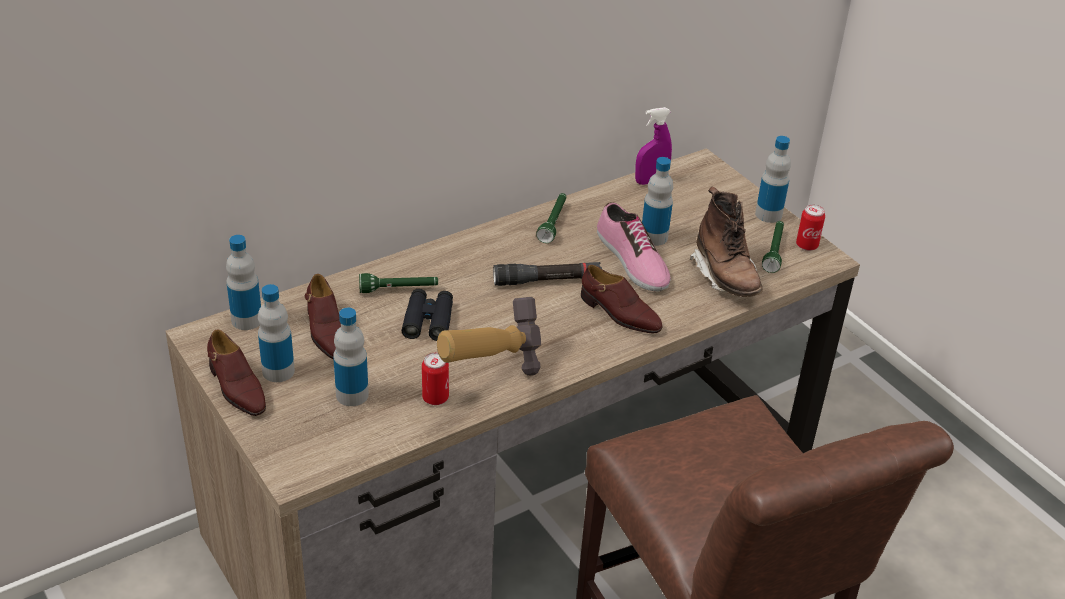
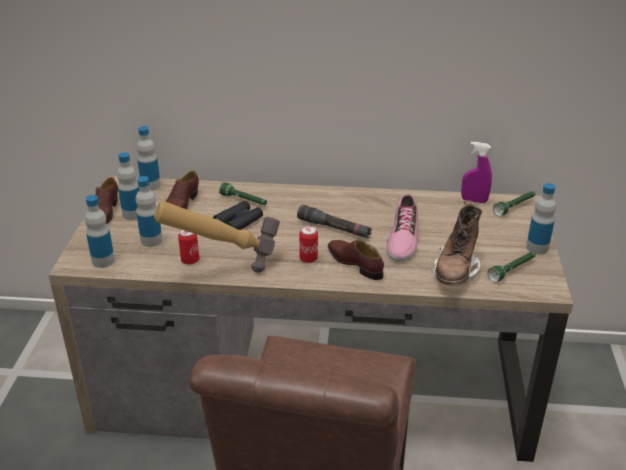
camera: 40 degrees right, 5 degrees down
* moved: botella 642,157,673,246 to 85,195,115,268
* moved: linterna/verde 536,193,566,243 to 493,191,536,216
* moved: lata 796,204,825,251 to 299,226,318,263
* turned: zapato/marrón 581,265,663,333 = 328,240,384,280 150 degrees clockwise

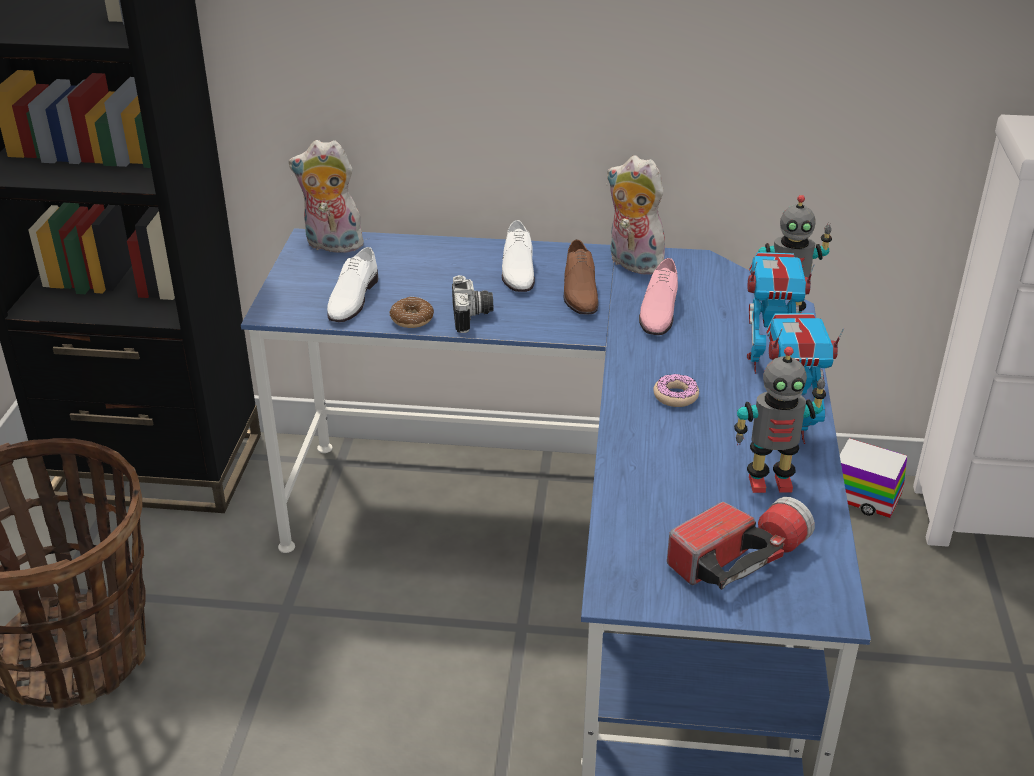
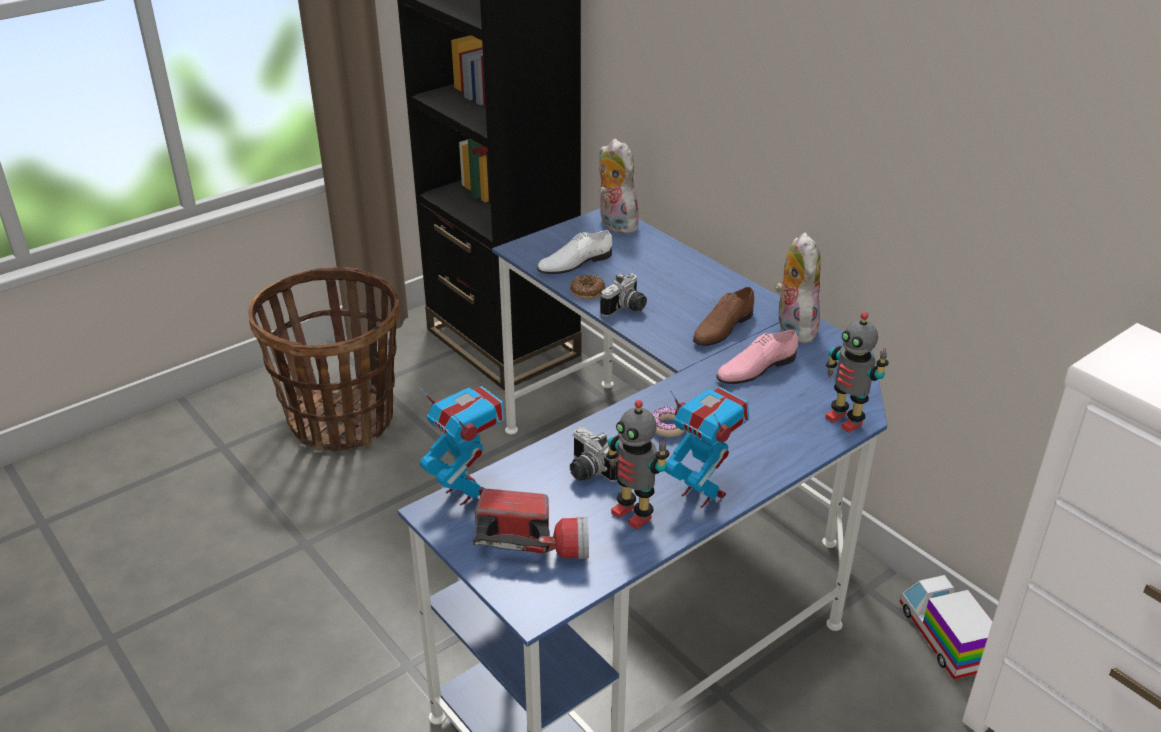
camera: 45 degrees right, 0 degrees up
* removed: zapato/blanco 502,220,535,292
* moved: robot de juguete 747,252,815,374 to 419,386,504,506
* added: cámara 570,427,618,482

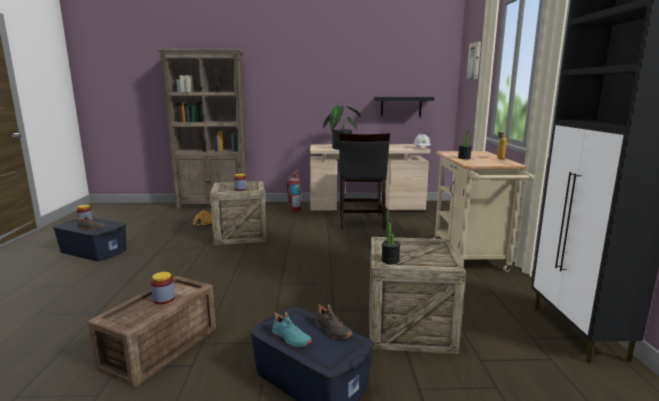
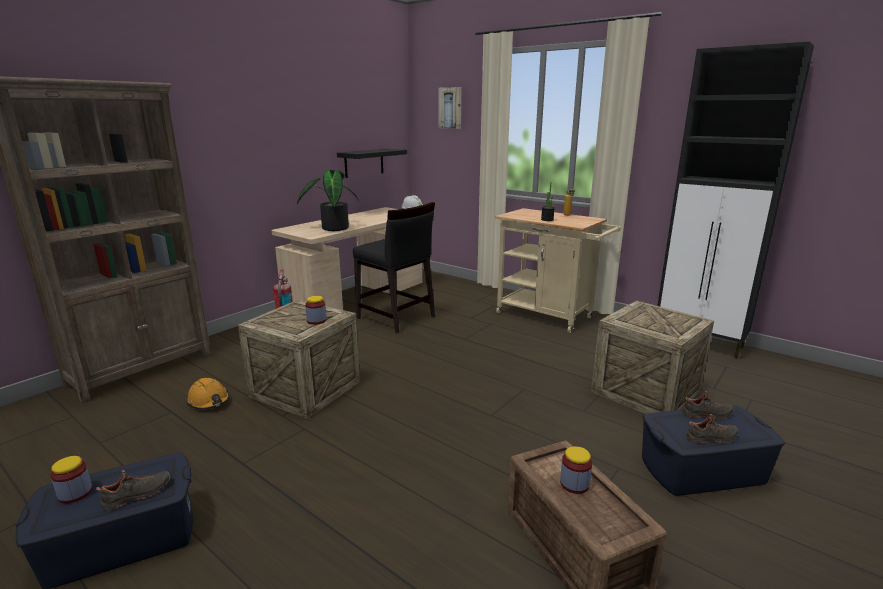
camera: 50 degrees left, 5 degrees up
* removed: planta en maceta 381,208,400,264
* recoloured: zapato/turquesa 272,312,312,348 to zapato/negro 686,414,738,444

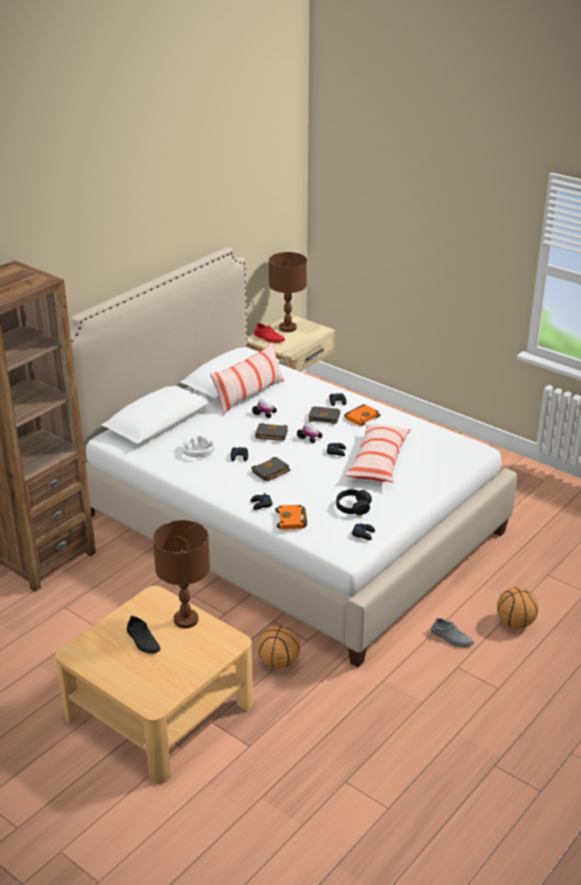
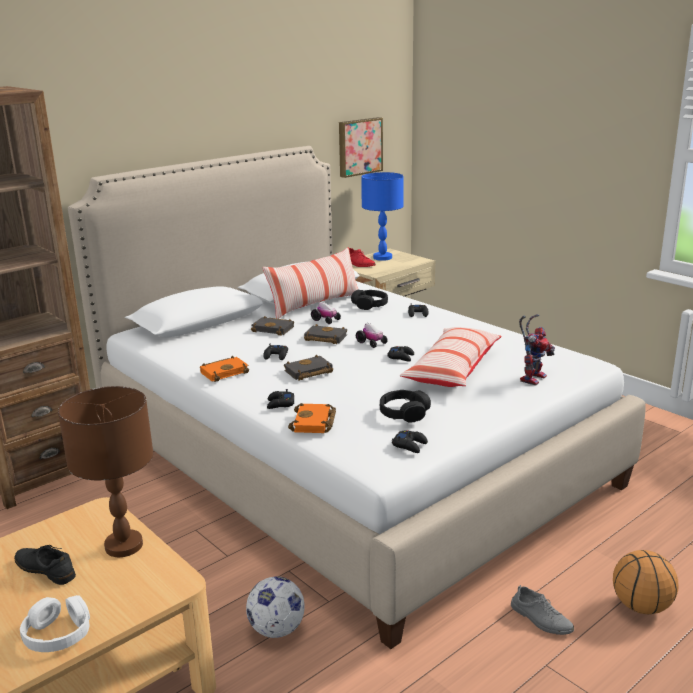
camera: 10 degrees right, 10 degrees down
* recoloured: lámpara de mesa/marrón 269,252,307,332 to lámpara de mesa/azul 361,172,404,261
* moved: libro/naranja 344,404,381,426 to 200,356,249,382
* moved: libro/negro 308,406,340,424 to 251,316,294,336
* moved: auriculares/blanco 183,434,215,458 to 20,595,90,652
* turned: zapato/negro 127,615,160,654 = 14,545,76,585 150 degrees clockwise
* replaced: balón de baloncesto 258,625,300,669 to balón de fútbol 246,577,305,638
* added: cuadro 339,117,383,178
* added: auriculares/negro 351,290,388,310
* added: robot de juguete 519,314,555,386

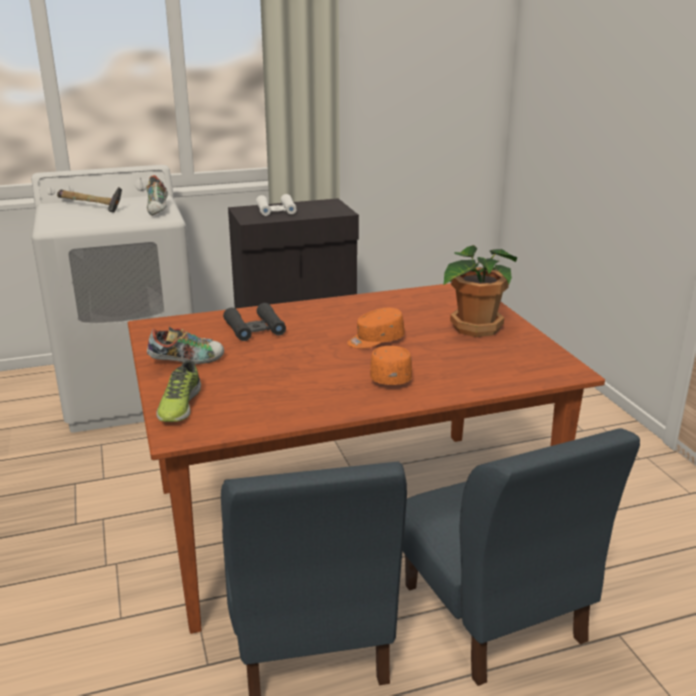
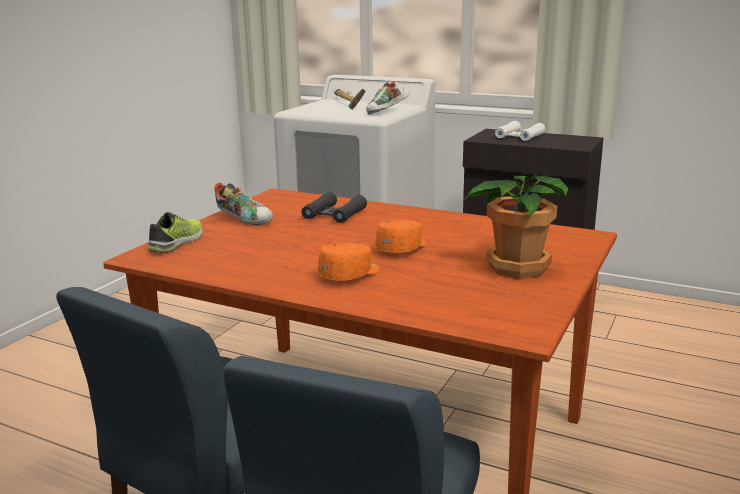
camera: 45 degrees right, 5 degrees down
* turned: gorra/naranja 347,308,405,349 = 375,220,426,253 105 degrees clockwise
* turned: zapato 157,360,201,422 = 148,212,203,253 150 degrees clockwise

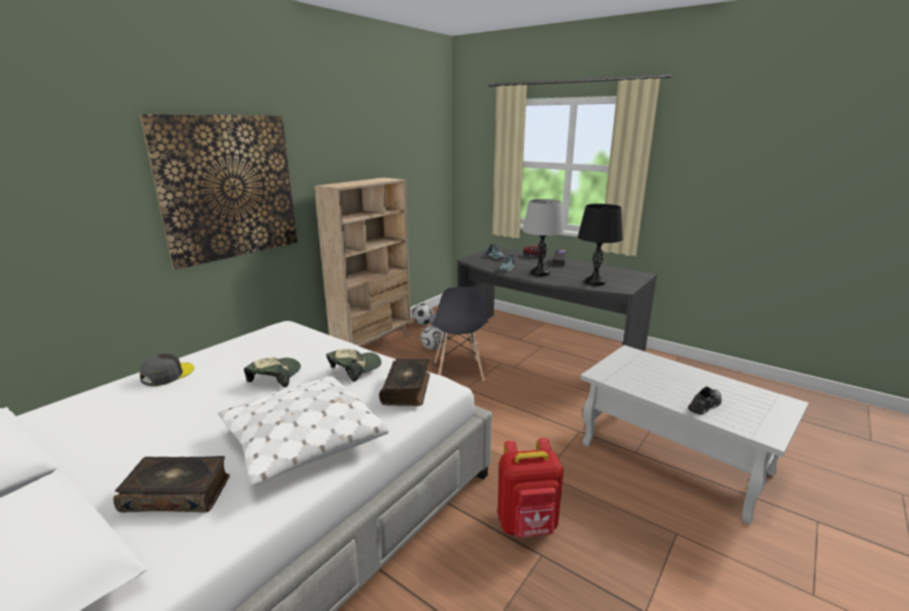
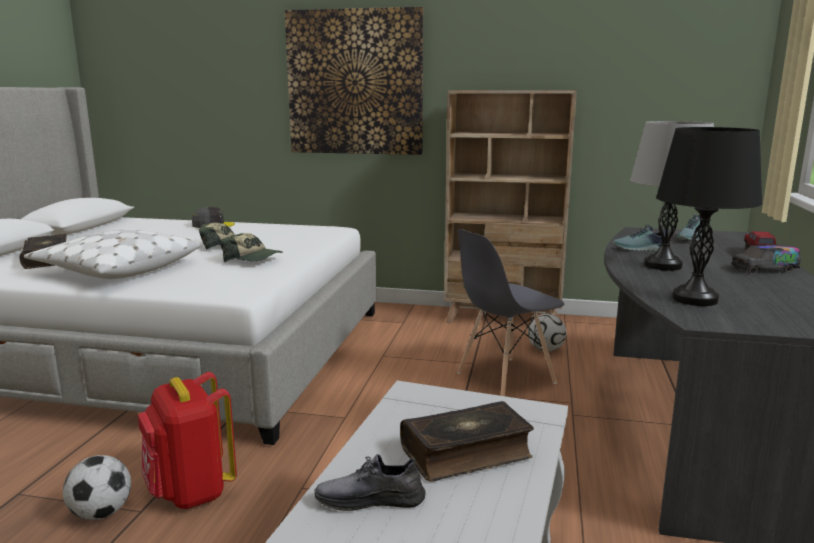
camera: 65 degrees right, 5 degrees down
* moved: balón de fútbol 412,303,434,325 to 63,455,131,520
* moved: libro 379,359,430,406 to 400,401,534,482
* turned: zapato/gris 688,386,722,415 = 314,454,425,511 150 degrees clockwise

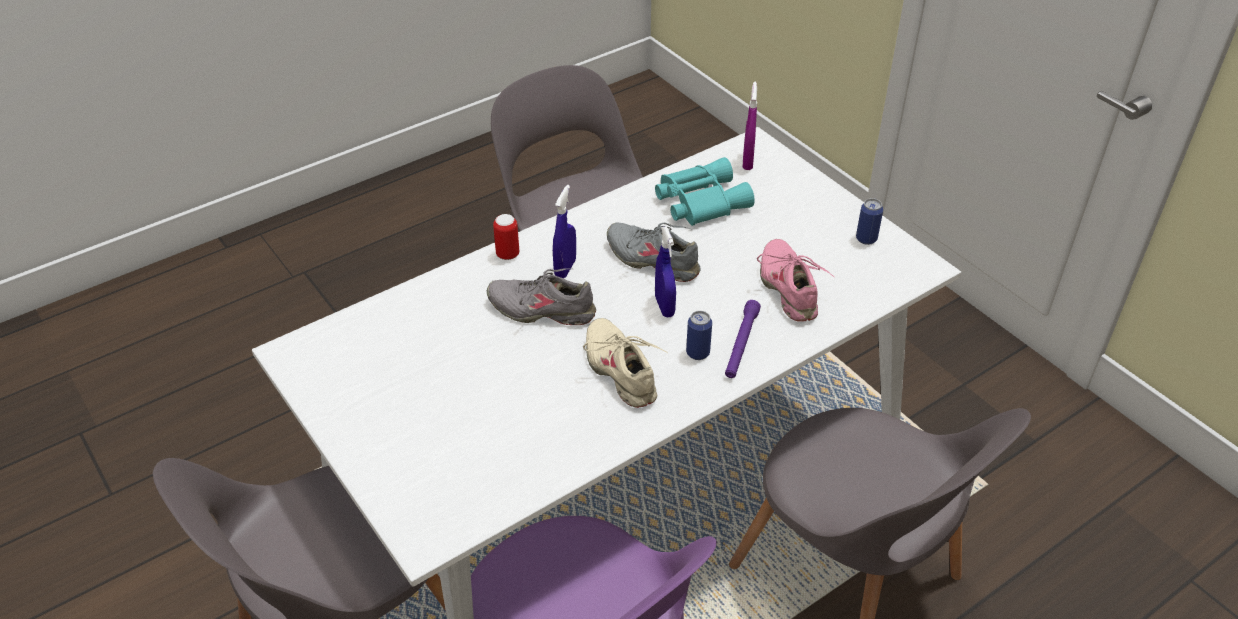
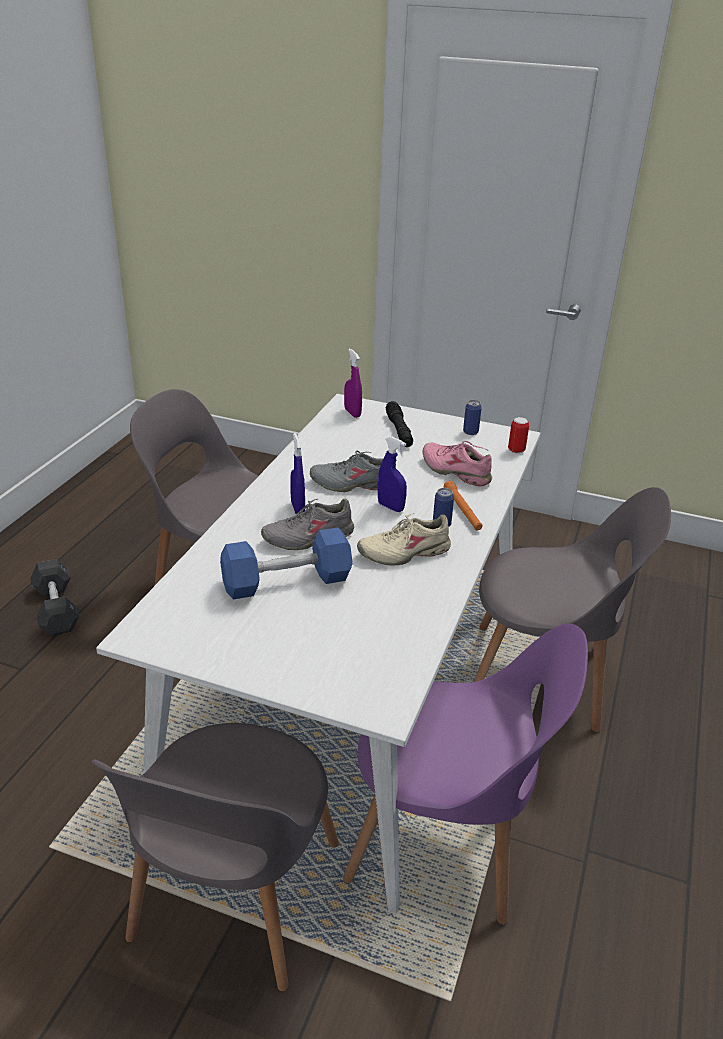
camera: 35 degrees left, 10 degrees down
* removed: prismáticos/turquesa 655,157,755,226
* moved: lata 493,214,519,260 to 508,417,529,453
* recoloured: linterna/morado 725,300,761,378 to linterna/naranja 444,481,483,530
* turned: zapato/beis 583,318,668,408 = 357,513,451,566 45 degrees counterclockwise
* added: linterna/negro 386,401,413,447
* added: mancuerna/azul 220,527,353,599
* added: mancuerna/gris 30,559,79,636

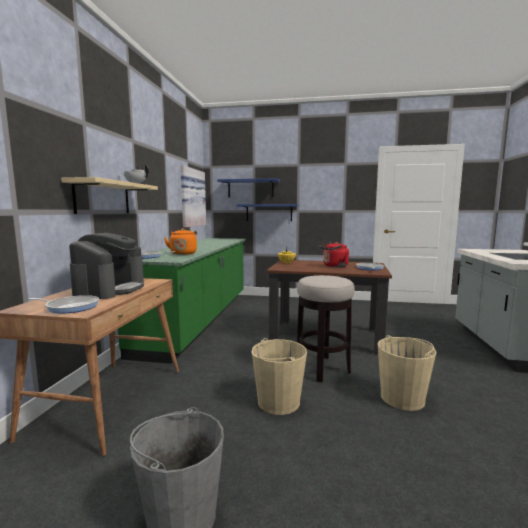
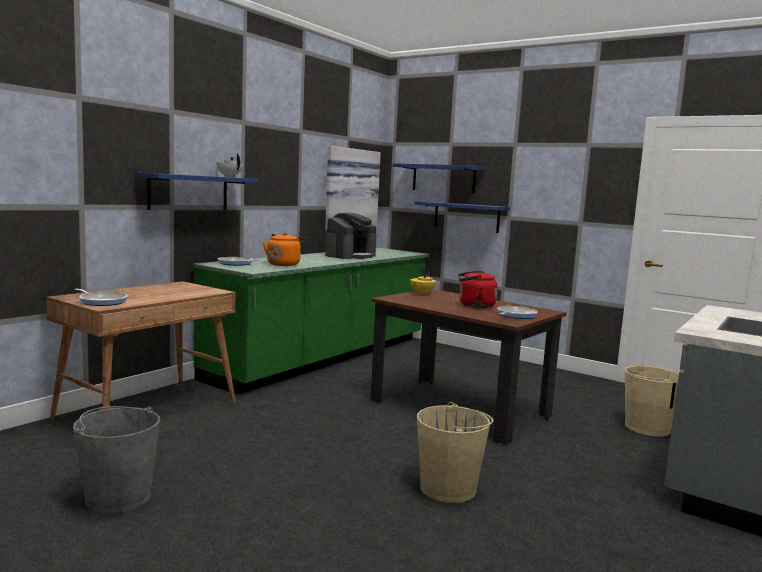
camera: 25 degrees right, 0 degrees up
* recoloured: estante/beis 61,177,158,214 to estante/azul 135,172,259,210
* moved: cafetera 69,233,144,299 to 325,213,377,259
* removed: taburete 297,275,355,382
* moved: cubo/beis 251,338,307,415 to 625,363,679,436

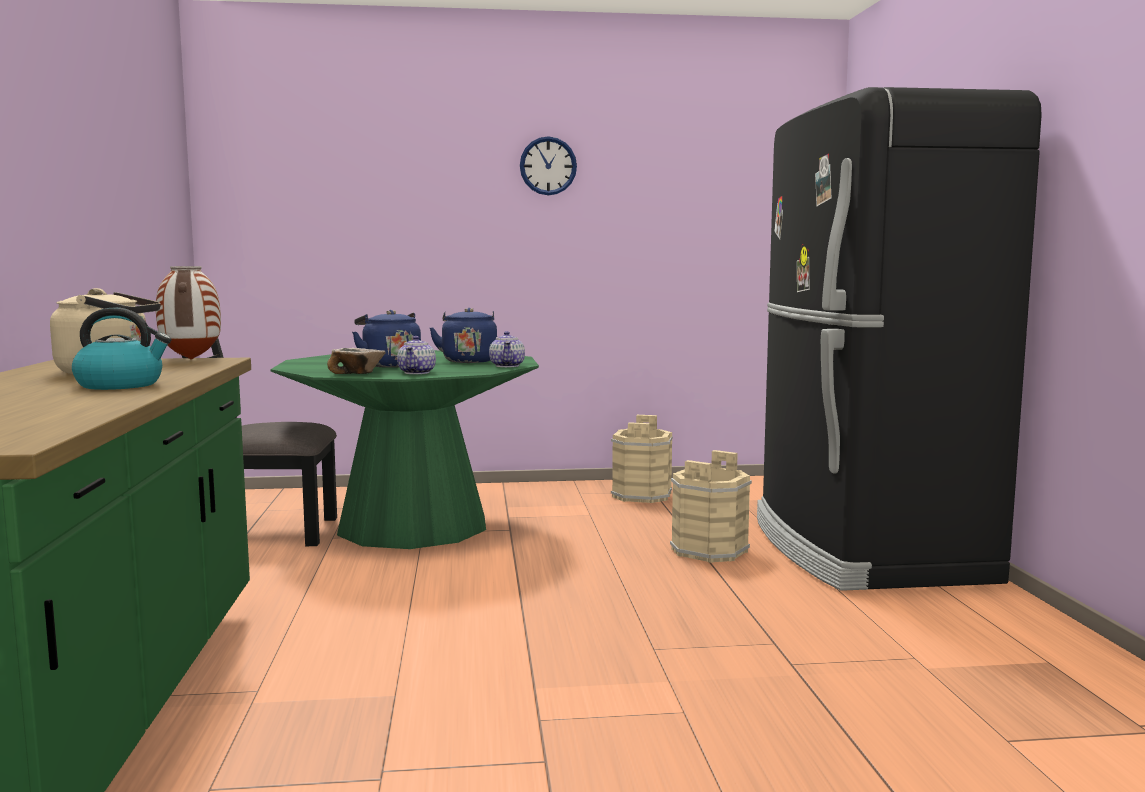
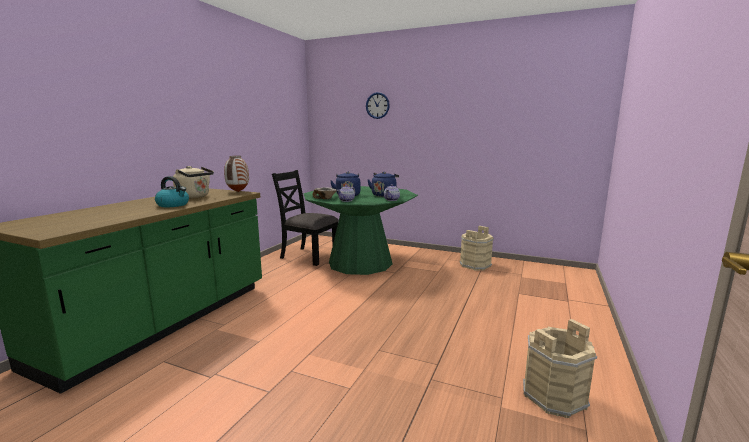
camera: 30 degrees right, 5 degrees up
* removed: nevera/negro 757,87,1042,591
* moved: reloj de pared 520,136,577,195 to 366,92,390,119
* moved: cubo/beis 670,450,752,563 to 523,319,597,418

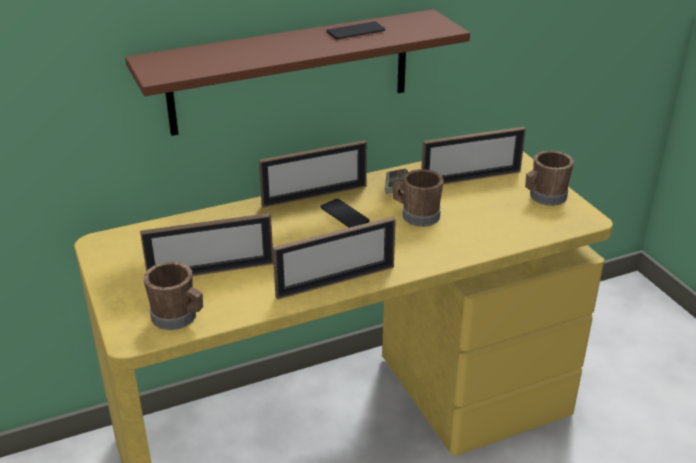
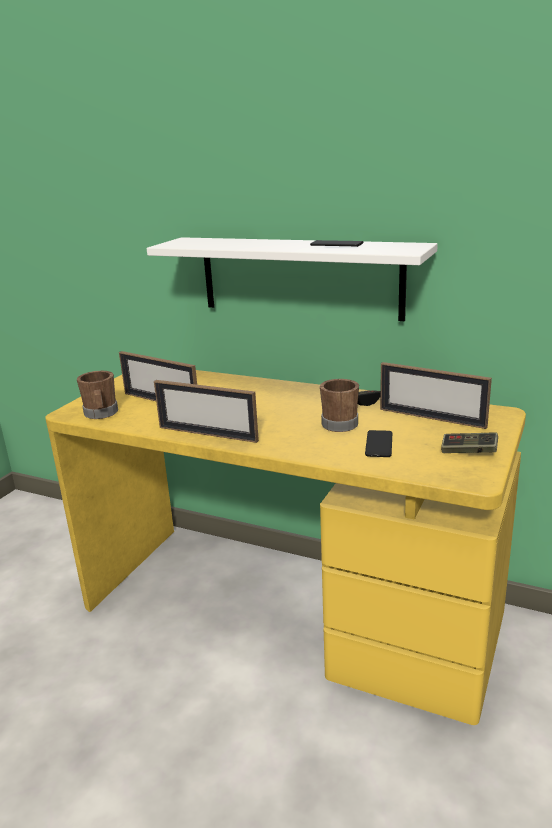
camera: 50 degrees right, 10 degrees down
* recoloured: estante/marrón 125,9,470,136 to estante/blanco 147,237,438,321
* removed: portarretratos 259,140,367,208
* replaced: taza grande/marrón 525,151,574,206 to mando de consola 441,433,498,453
* moved: móvil 321,199,370,228 to 365,430,392,457

